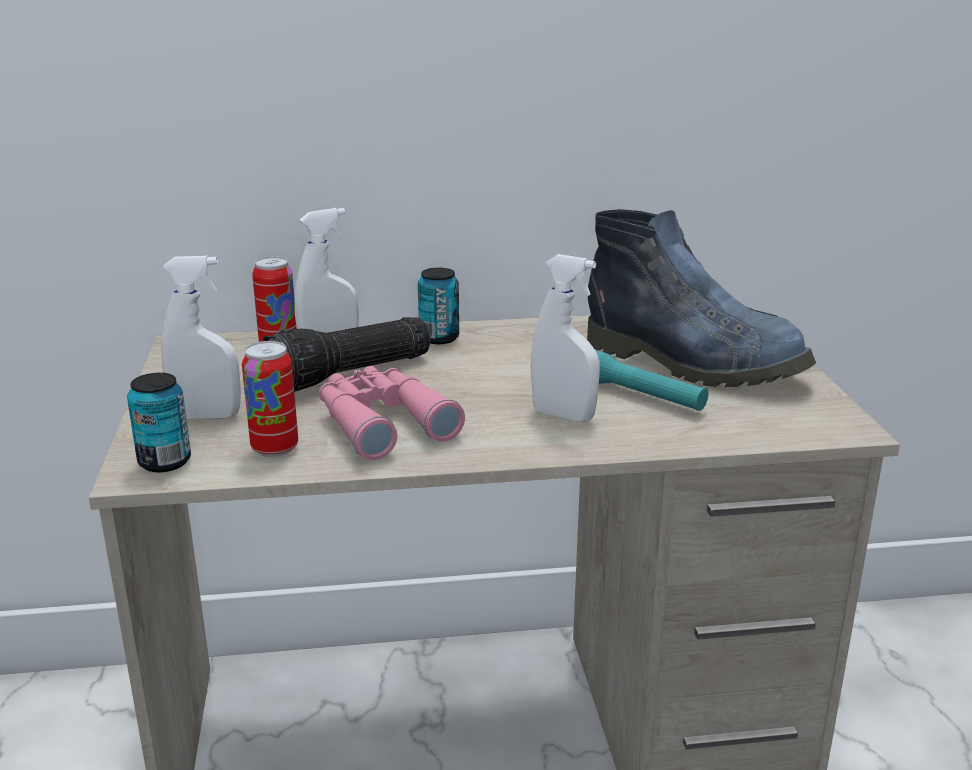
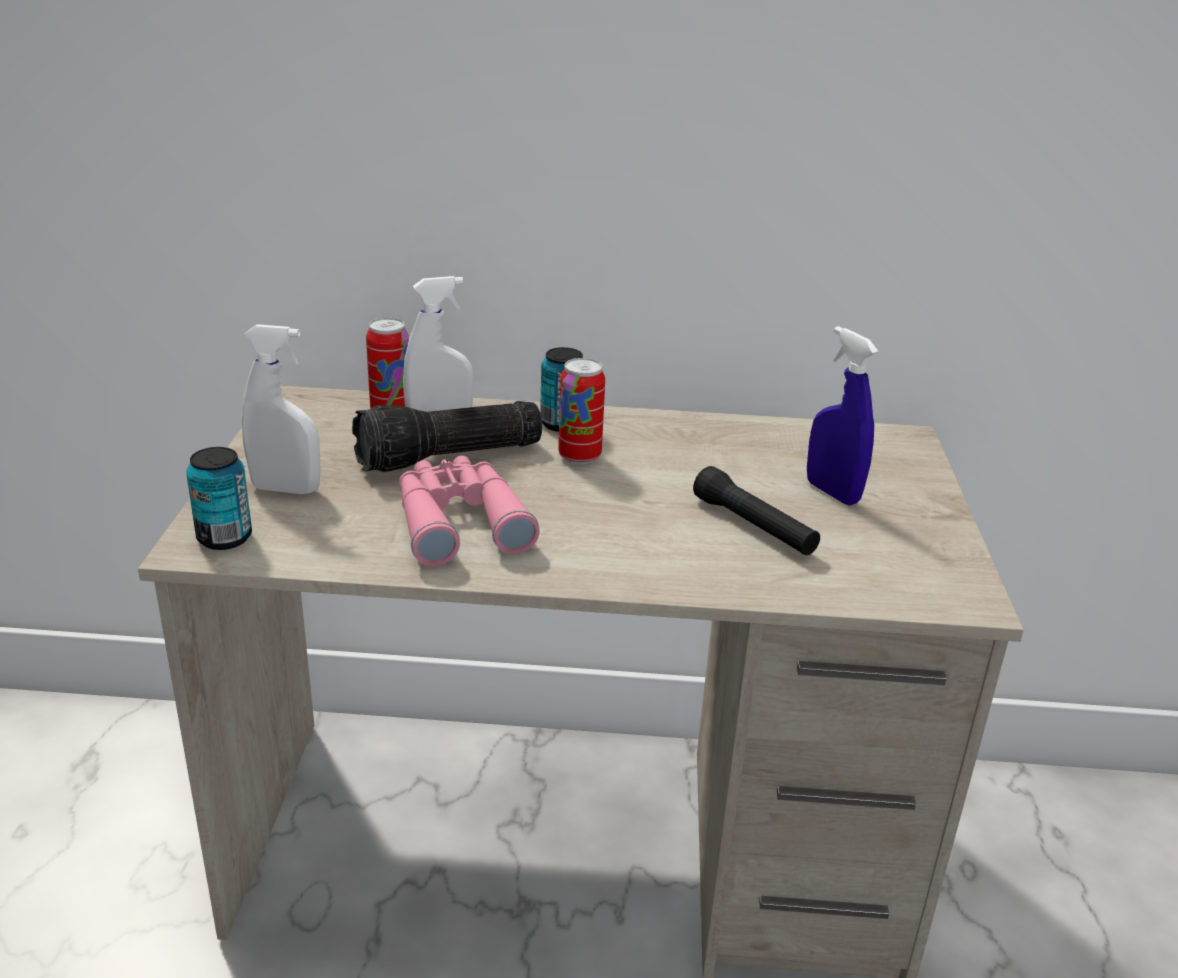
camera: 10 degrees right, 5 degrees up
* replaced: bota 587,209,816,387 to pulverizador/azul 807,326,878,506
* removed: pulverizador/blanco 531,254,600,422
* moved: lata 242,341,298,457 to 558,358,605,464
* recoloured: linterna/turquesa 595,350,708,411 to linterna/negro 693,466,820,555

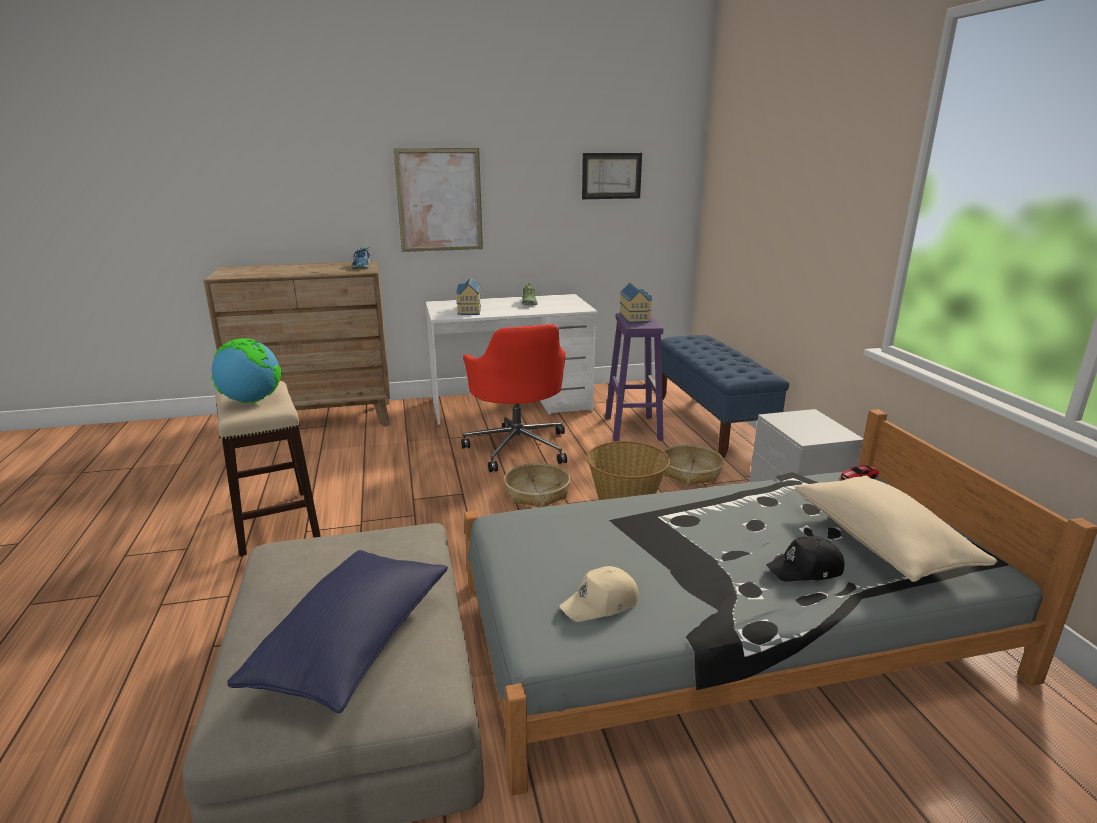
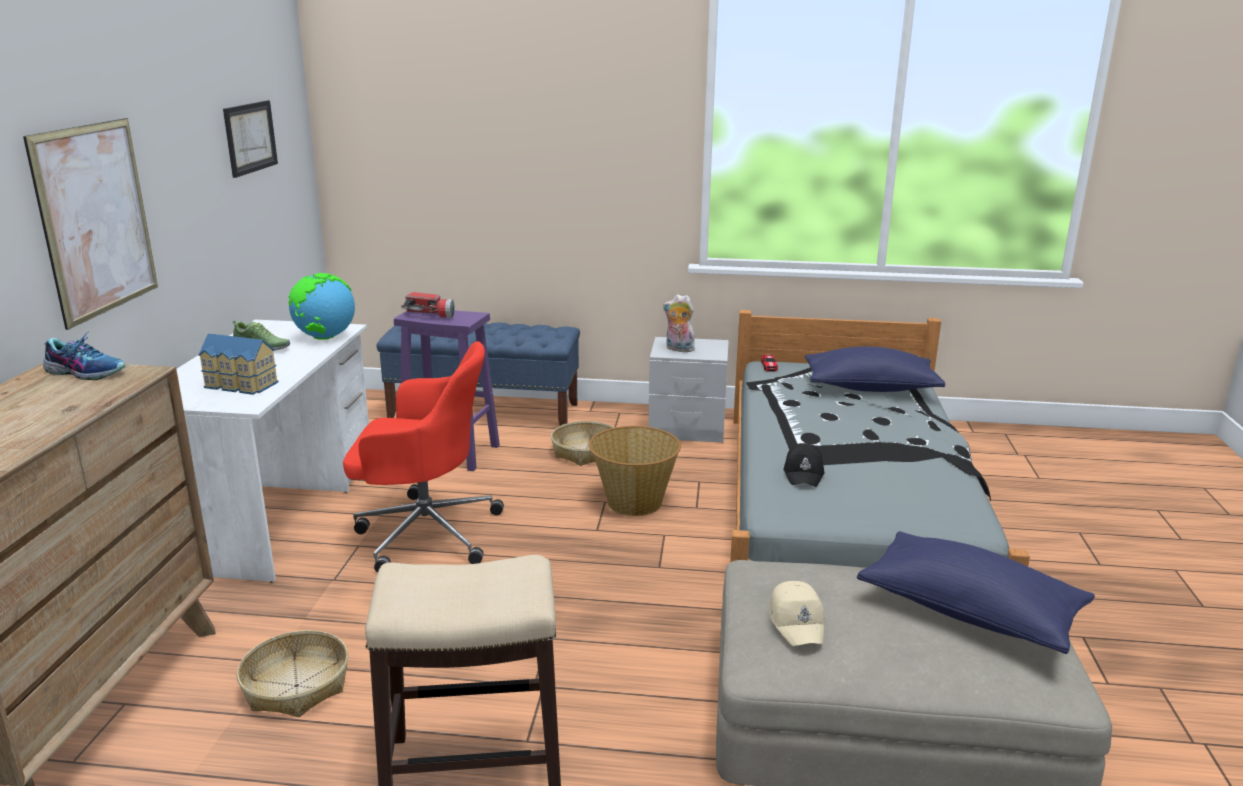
camera: 70 degrees left, 0 degrees up
* replaced: casita 619,283,652,323 to linterna 402,292,455,318
* moved: globo terráqueo 211,338,281,403 to 288,273,355,340
* moved: cesta 504,463,570,508 to 236,630,348,717
* recoloured: cojín/beis 795,476,998,582 to cojín/azul 805,346,945,392
* moved: gorra/negro 766,536,844,582 to 784,443,824,487
* moved: gorra/beis 560,566,639,622 to 769,581,825,646
* added: peluche 663,294,695,352

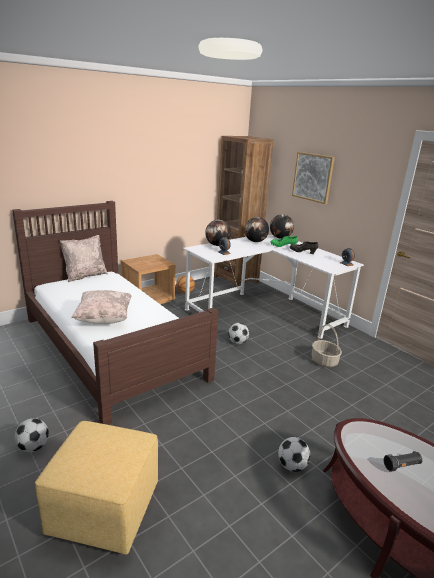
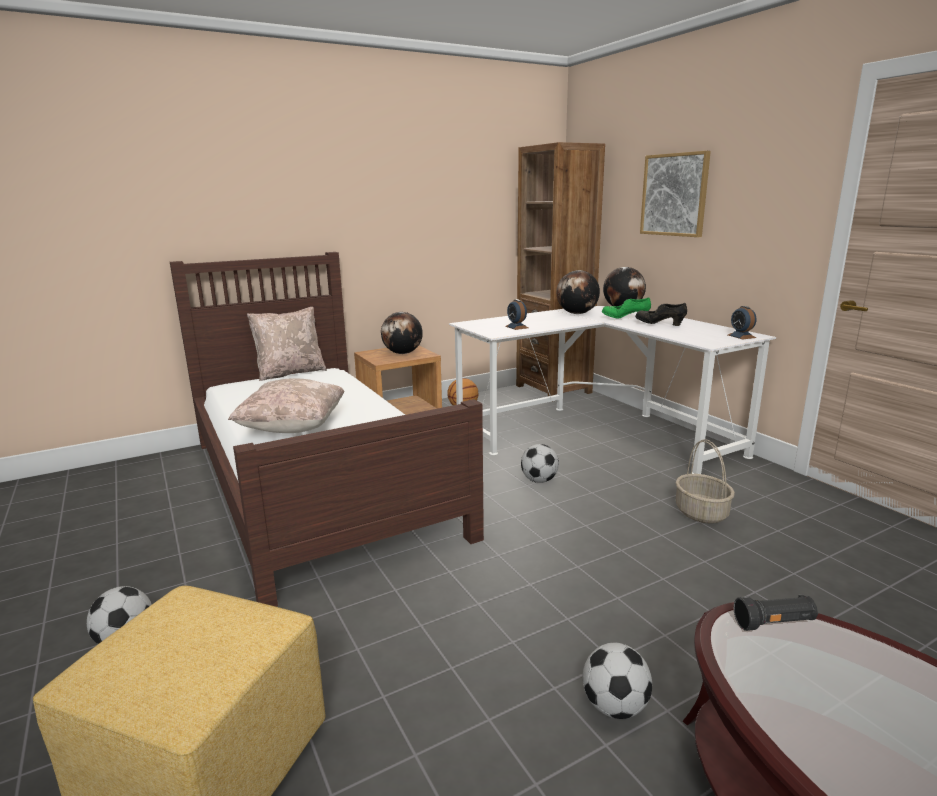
camera: 10 degrees right, 5 degrees down
* moved: globo terráqueo 205,220,231,246 to 381,312,423,354
* moved: linterna/negro 383,451,422,472 to 734,595,818,631

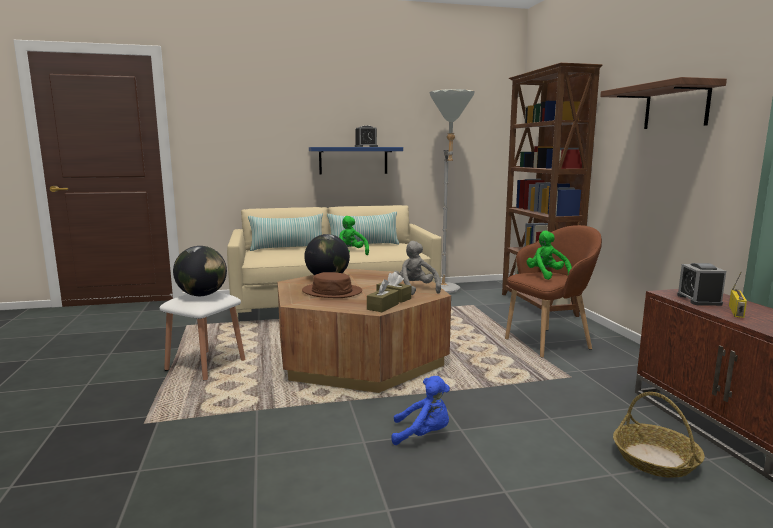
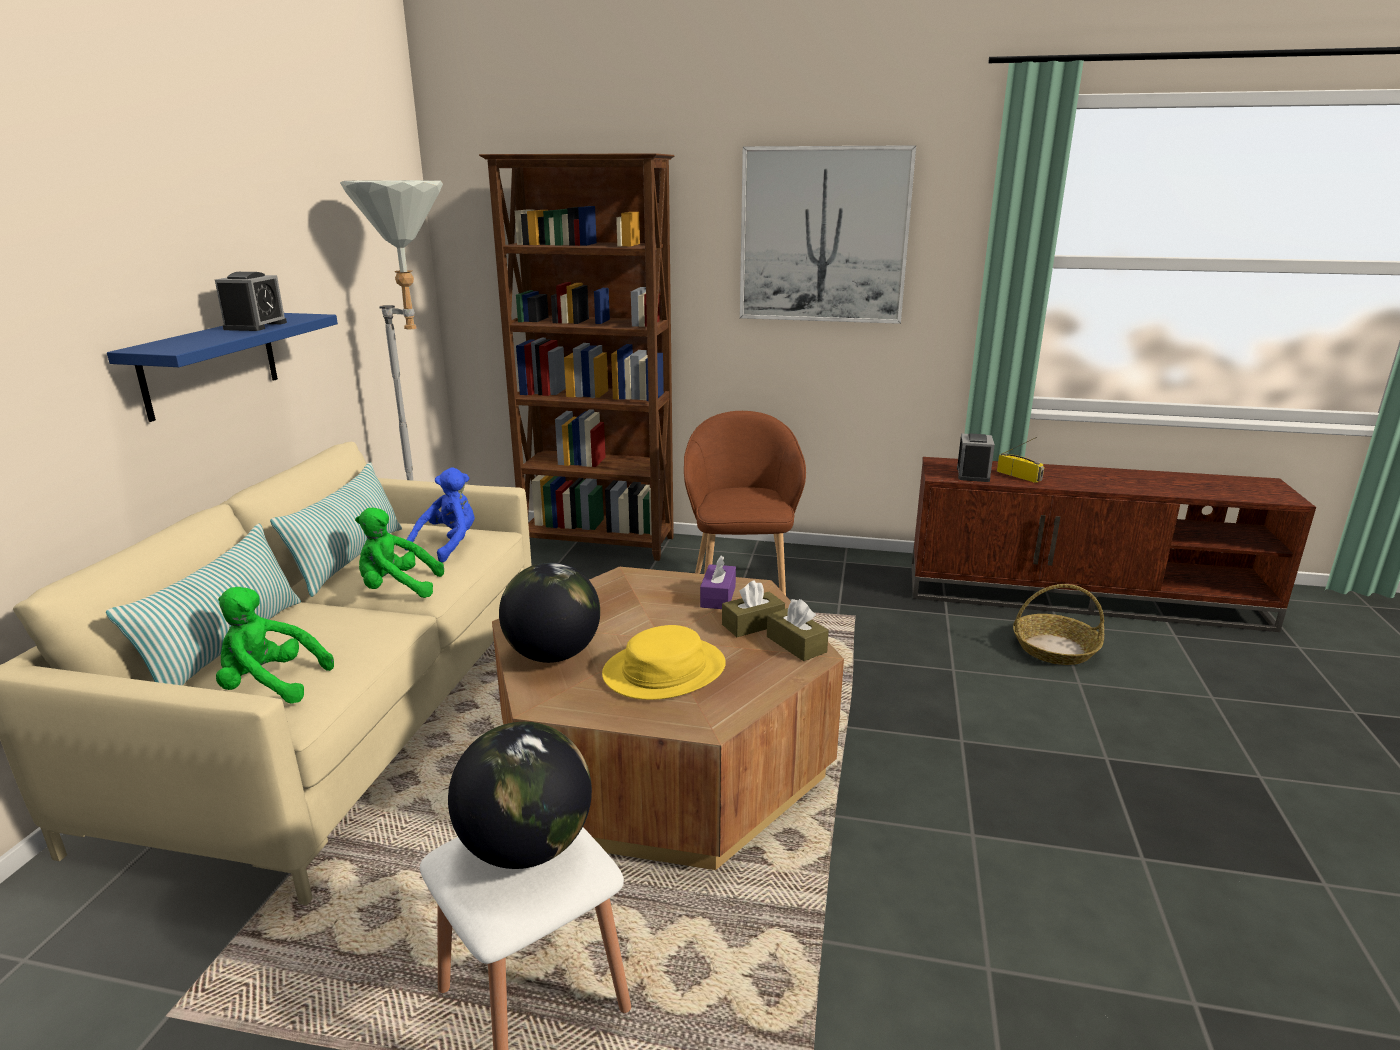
camera: 65 degrees left, 10 degrees up
* replaced: estante 600,77,727,129 to cuadro 740,145,916,324
* moved: peluche/verde 527,230,572,280 to 216,587,334,704
* replaced: peluche/gris 393,241,441,295 to caja de pañuelos/morado 700,556,736,609
* turned: despertador 677,263,726,306 = 957,433,995,482 105 degrees counterclockwise
* recoloured: sombrero/marrón 302,272,362,298 to sombrero/amarillo 602,625,726,700
* moved: peluche/azul 391,376,450,445 to 405,468,475,563

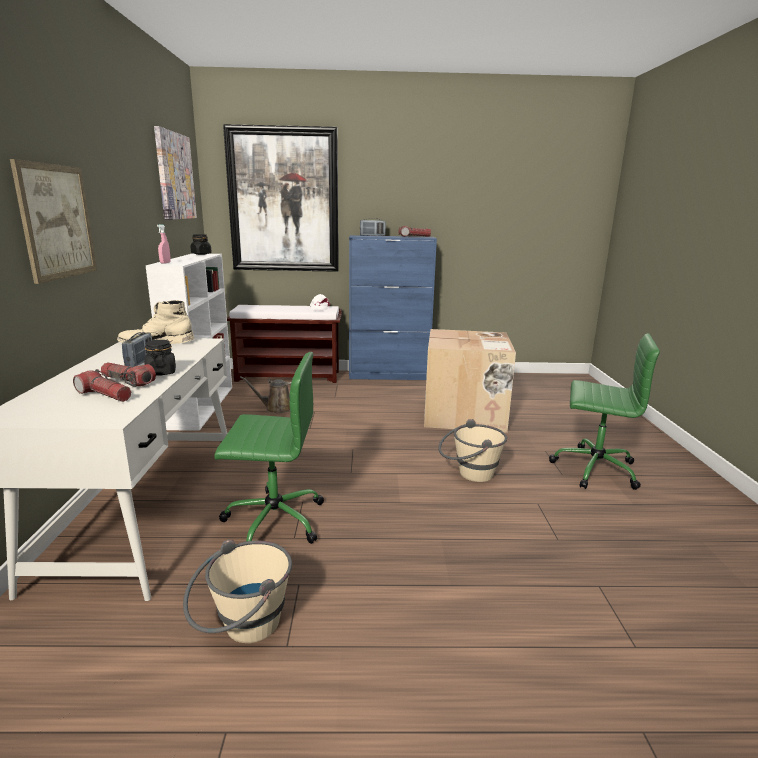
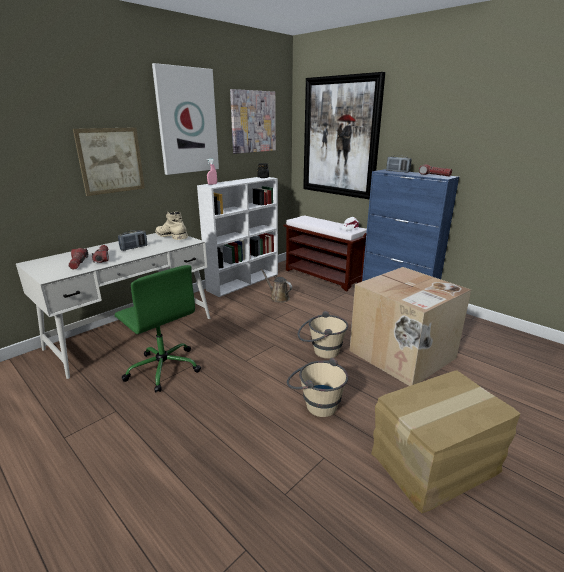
camera: 45 degrees right, 5 degrees up
* replaced: silla de oficina/verde 549,333,660,490 to caja de cartón 371,370,520,513
* removed: tarro/negro 144,340,176,376
* moved: cubo/beis 183,539,292,643 to 298,311,348,359
* added: cuadro 152,63,219,175

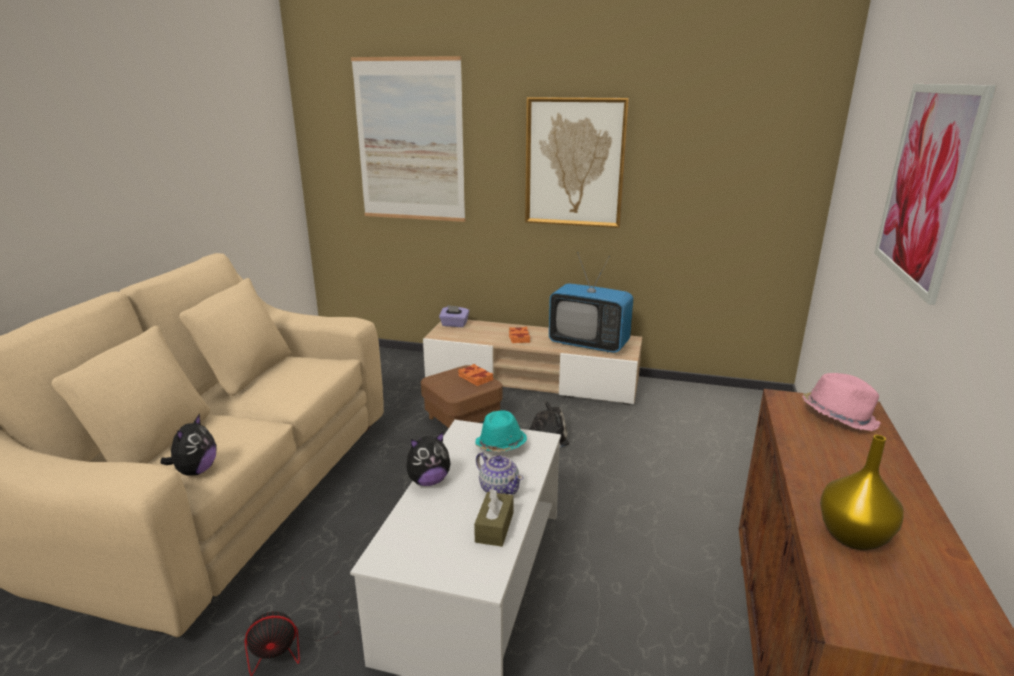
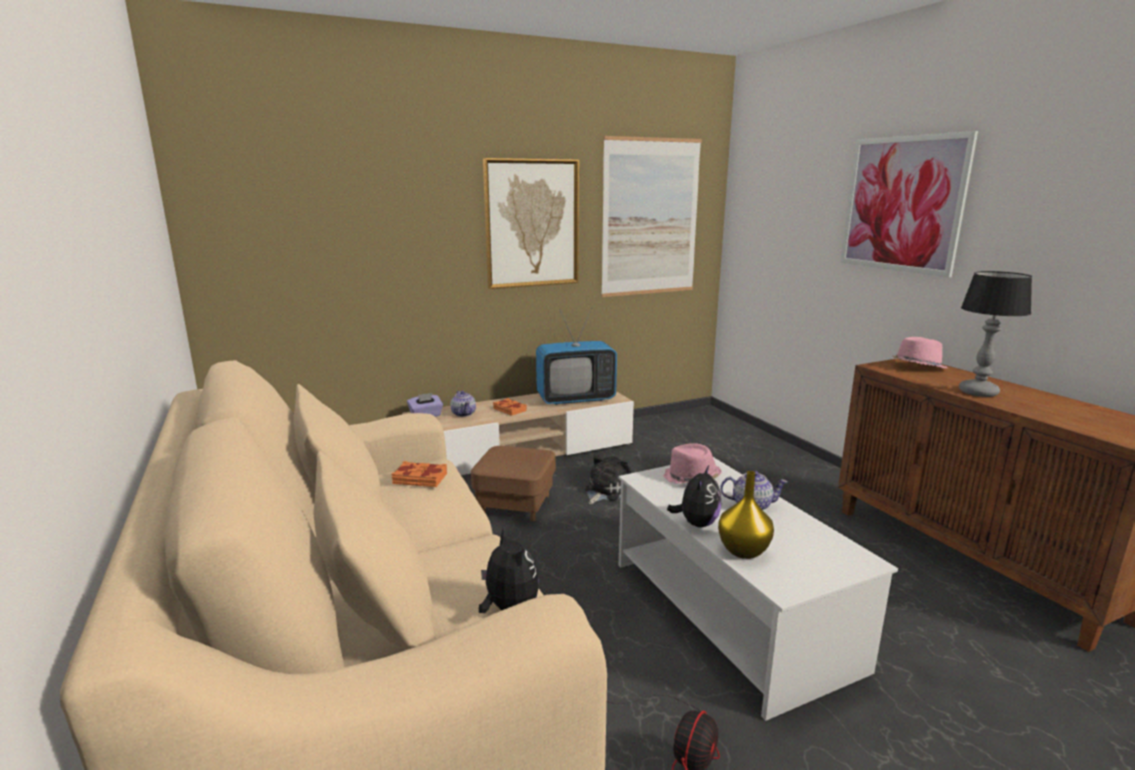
camera: 40 degrees left, 5 degrees down
* moved: cuadro 351,56,466,222 to 601,136,702,297
* moved: libro/naranja 458,364,493,386 to 392,461,447,487
* recoloured: sombrero/turquesa 475,410,527,452 to sombrero/rosa 664,443,722,484
* moved: florero/amarillo 820,435,904,550 to 718,471,774,559
* removed: caja de pañuelos/marrón 474,489,514,547
* added: lámpara de mesa 959,271,1032,397
* added: tetera 450,391,476,417

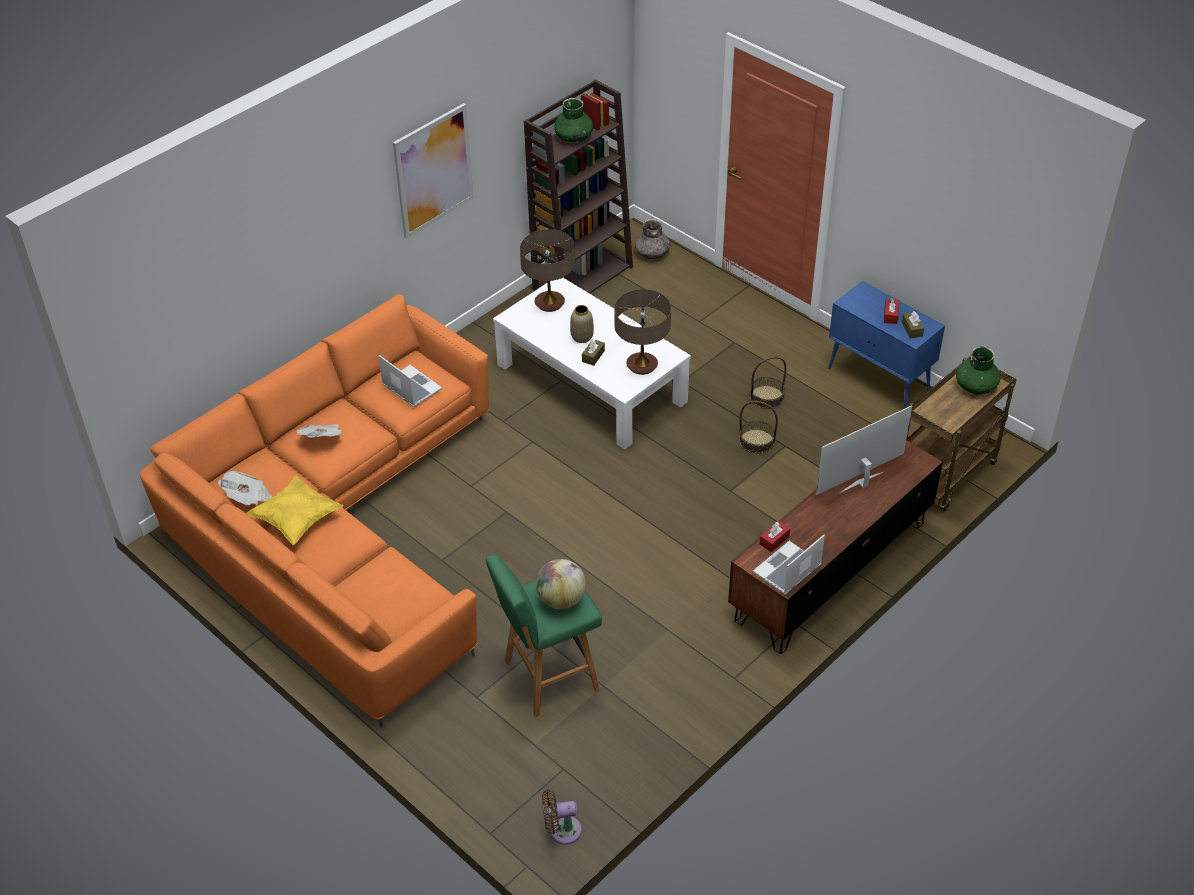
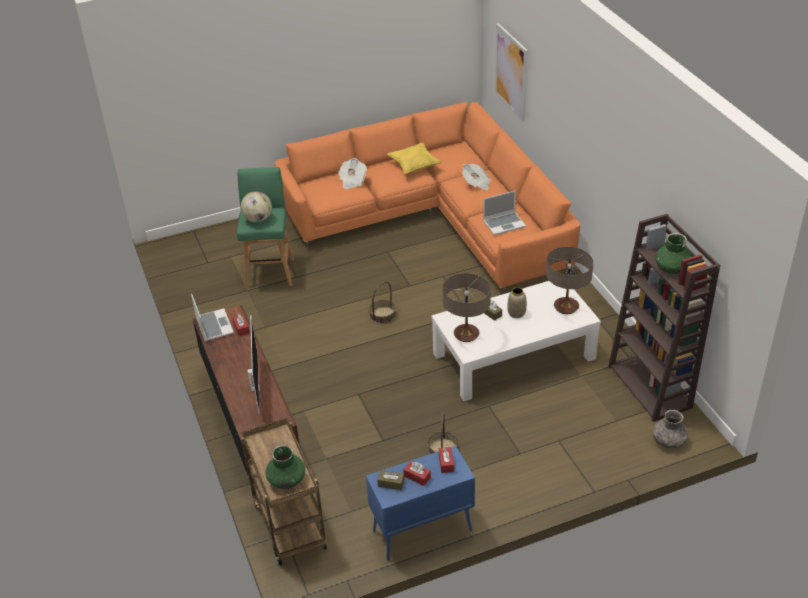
camera: 115 degrees right, 5 degrees down
* moved: cuadro 393,103,474,239 to 495,23,528,122
* moved: cesta 739,401,778,454 to 369,281,396,324
* moved: periódico 218,471,272,505 to 338,158,367,189
* removed: ventilador/marrón 542,790,582,845
* added: caja de pañuelos/rojo 439,447,454,473

